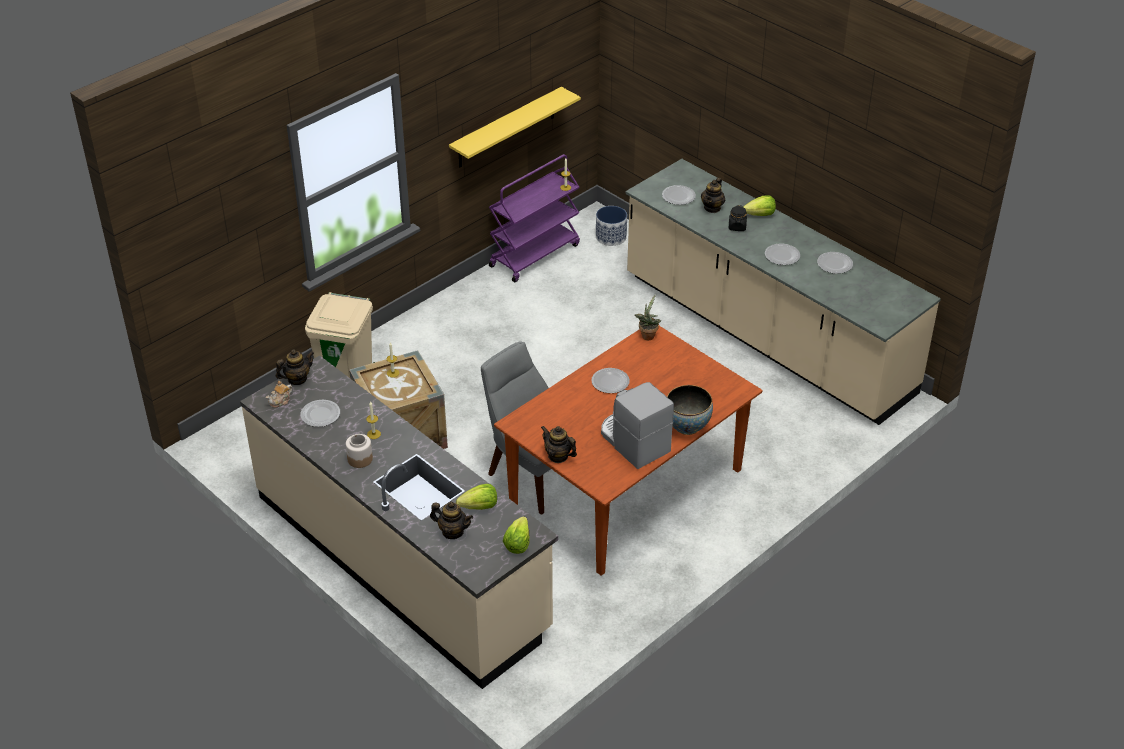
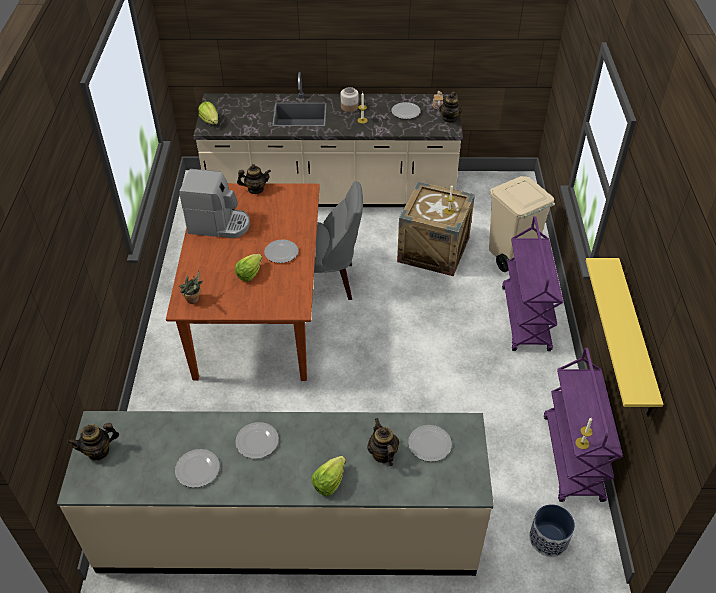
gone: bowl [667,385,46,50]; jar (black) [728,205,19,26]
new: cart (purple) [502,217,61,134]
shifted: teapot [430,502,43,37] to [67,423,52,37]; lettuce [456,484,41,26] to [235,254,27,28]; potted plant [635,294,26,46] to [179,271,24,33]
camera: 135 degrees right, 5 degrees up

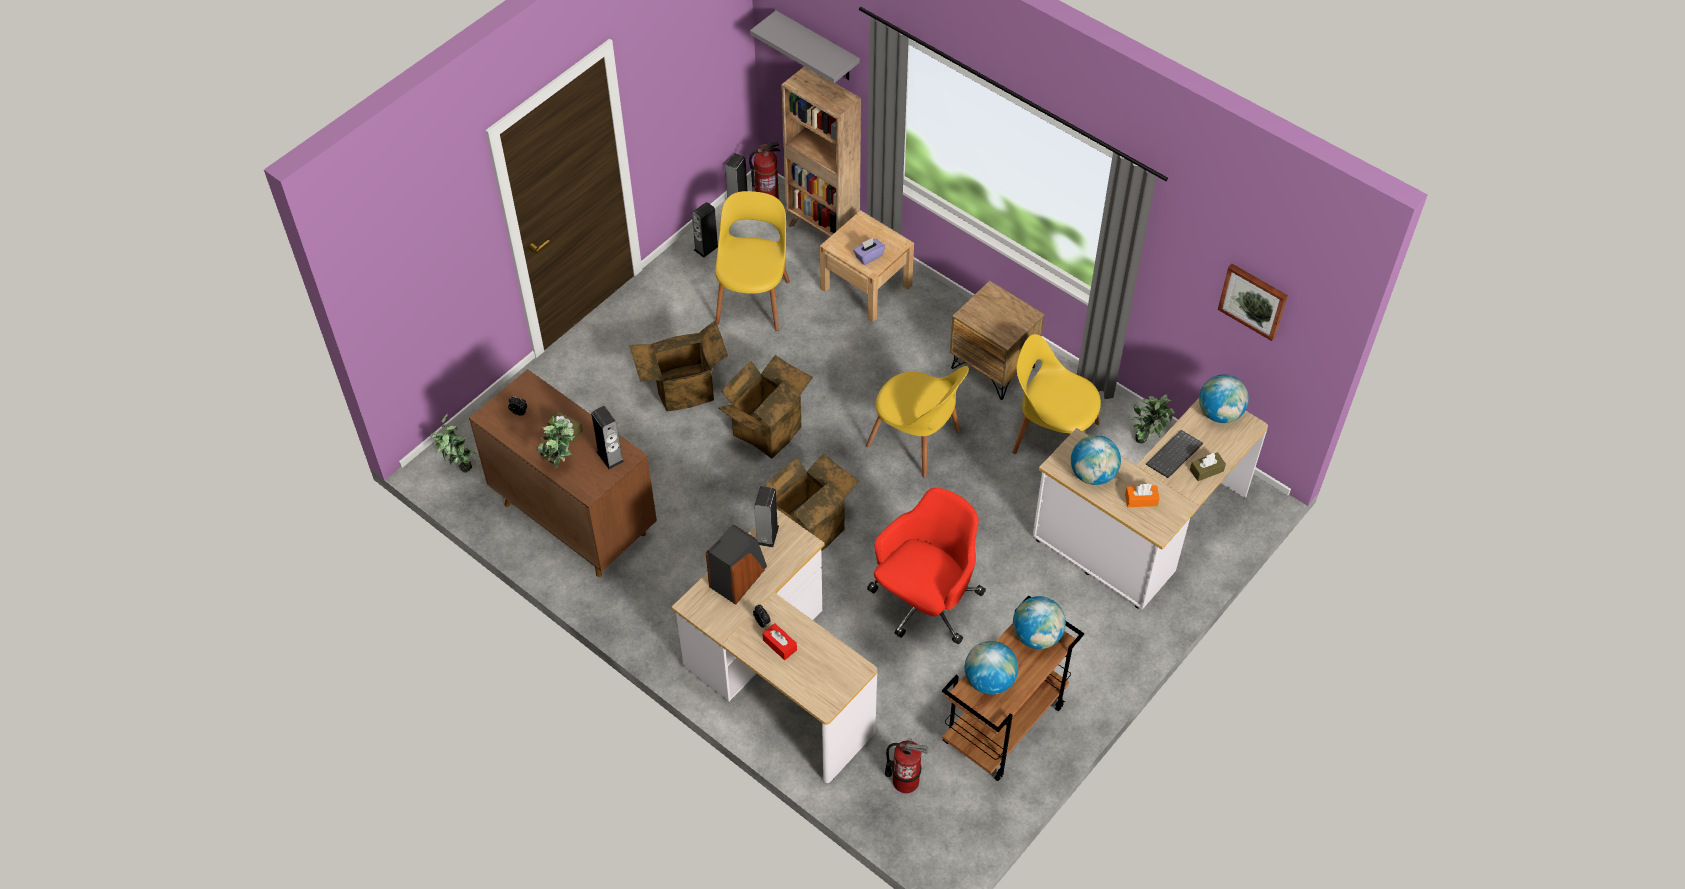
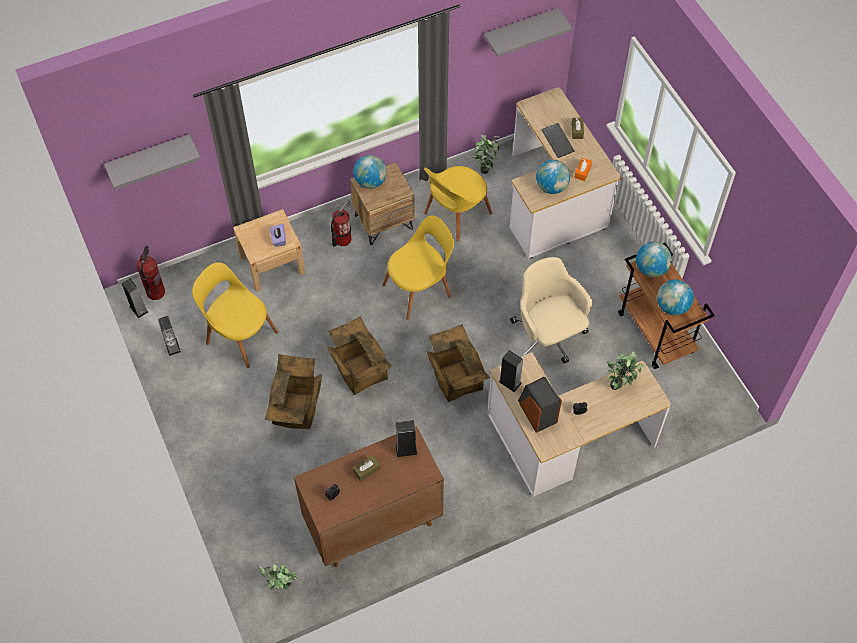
gone: tissue box (red) [762,623,35,37]; bookcase (brown) [781,66,80,171]
shifted: potted plant [536,417,39,51] to [607,351,37,39]; fire extinguisher [885,739,43,54] to [331,200,20,47]; globe [1199,374,50,49] to [353,155,34,34]
swapped: picture [1218,264,70,77] to shelf (grey) [484,8,88,49]
repainted: office chair (red) [867,488,119,156] to office chair (beige) [510,257,82,106]
camera: 65 degrees left, 5 degrees up

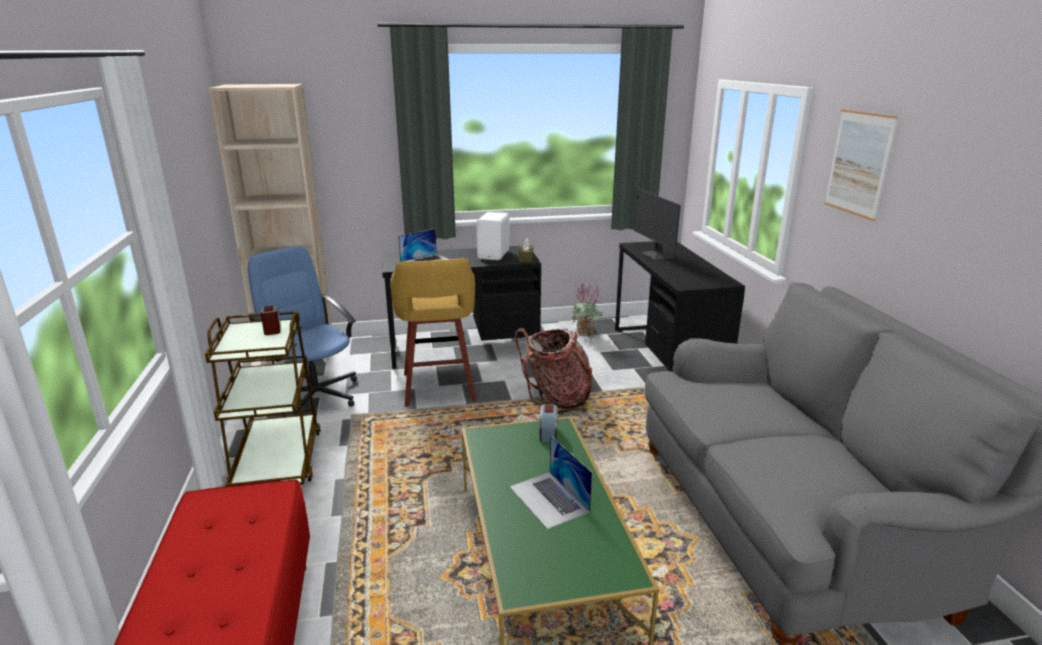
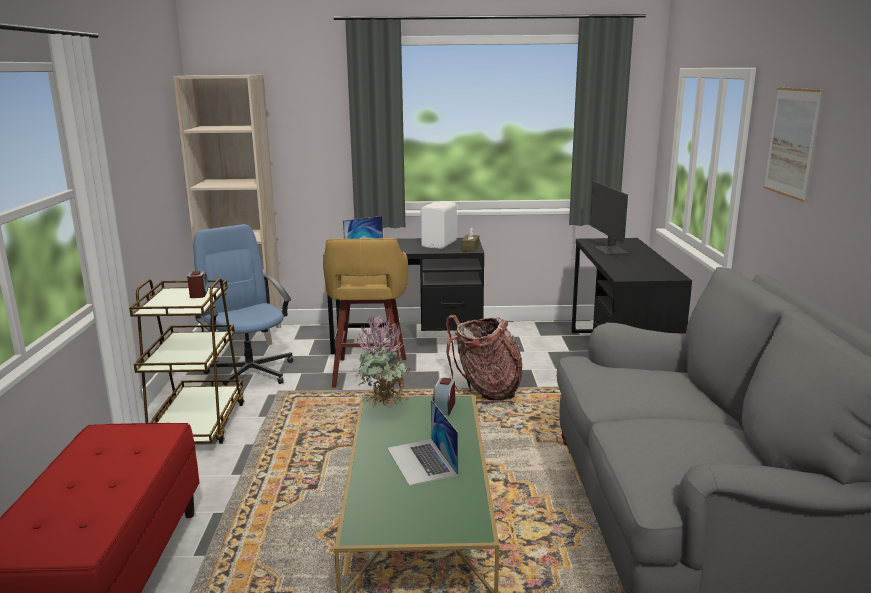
shifted: potted plant [571,282,32,54] to [355,316,57,91]
camera: 10 degrees right, 5 degrees down

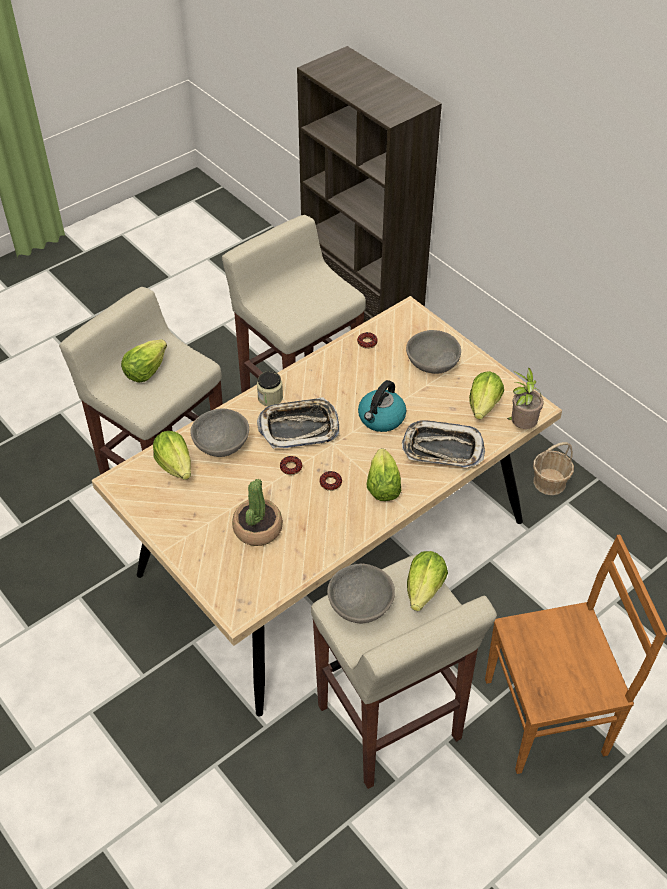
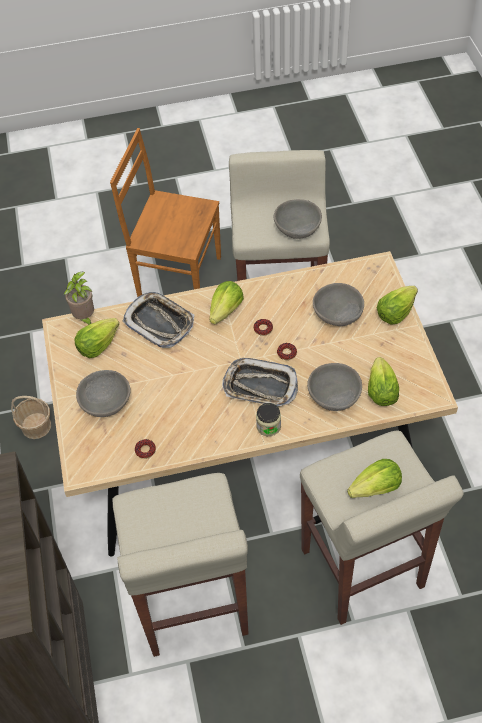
gone: kettle [358,380,48,52]
shifted: lettuce [407,551,41,60] to [377,286,41,39]
swapped: potted plant [232,479,51,67] to bowl (grey) [313,283,51,43]
camera: 150 degrees left, 5 degrees up

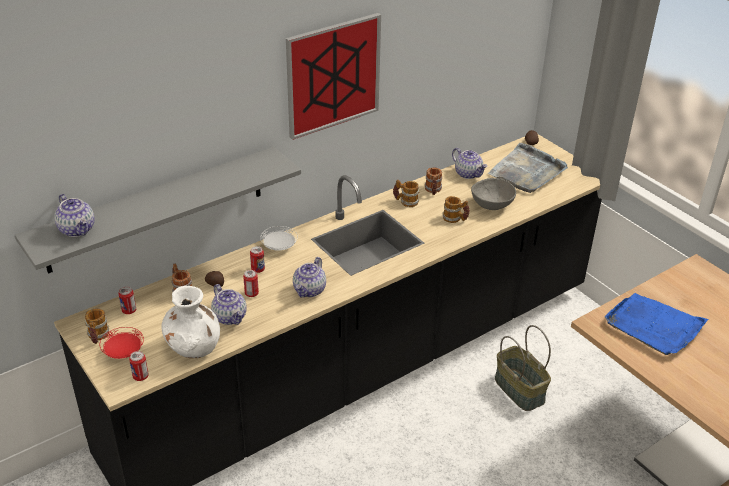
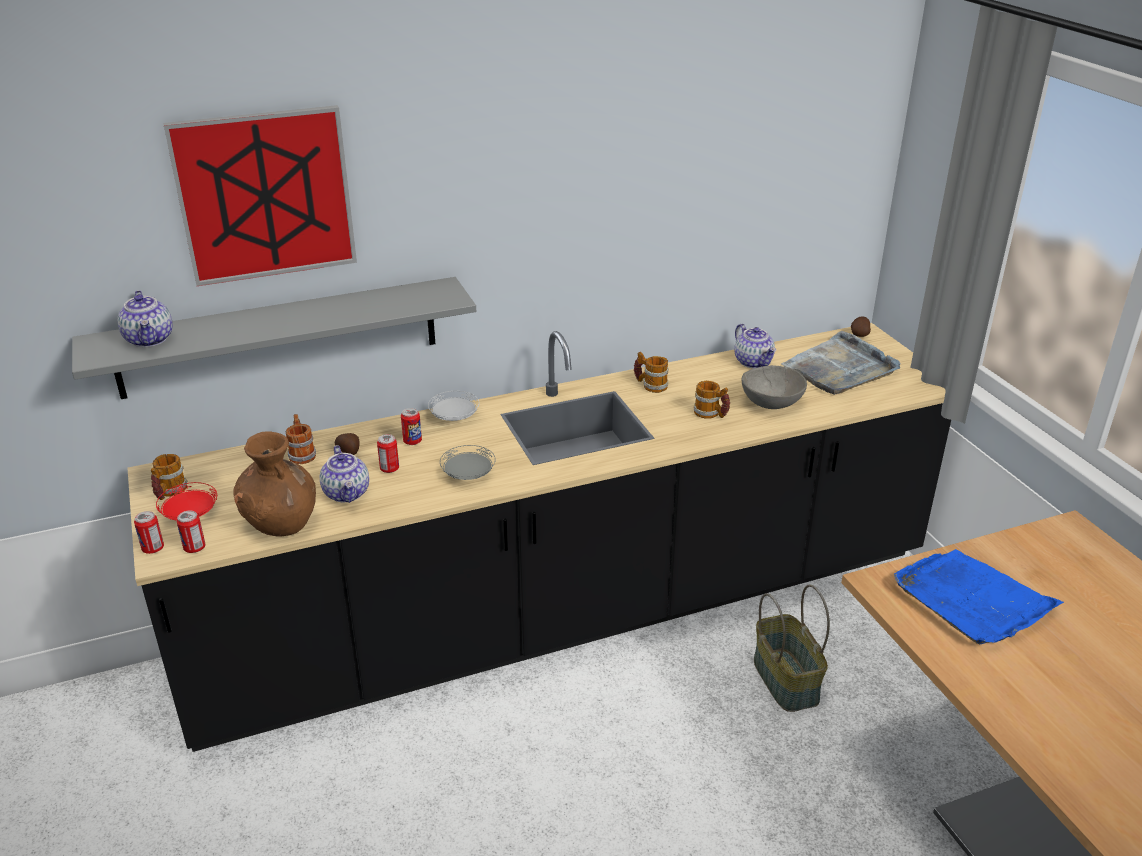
gone: mug [425,167,17,28]
shifted: can [118,286,18,28] to [134,511,30,43]; picture [286,13,95,127] to [163,105,194,181]
swapped: teapot [293,257,33,40] to plate (grey) [440,445,56,35]
repainted: vase (white) [161,286,59,72] to vase (brown) [233,431,83,106]
camera: 15 degrees right, 5 degrees down

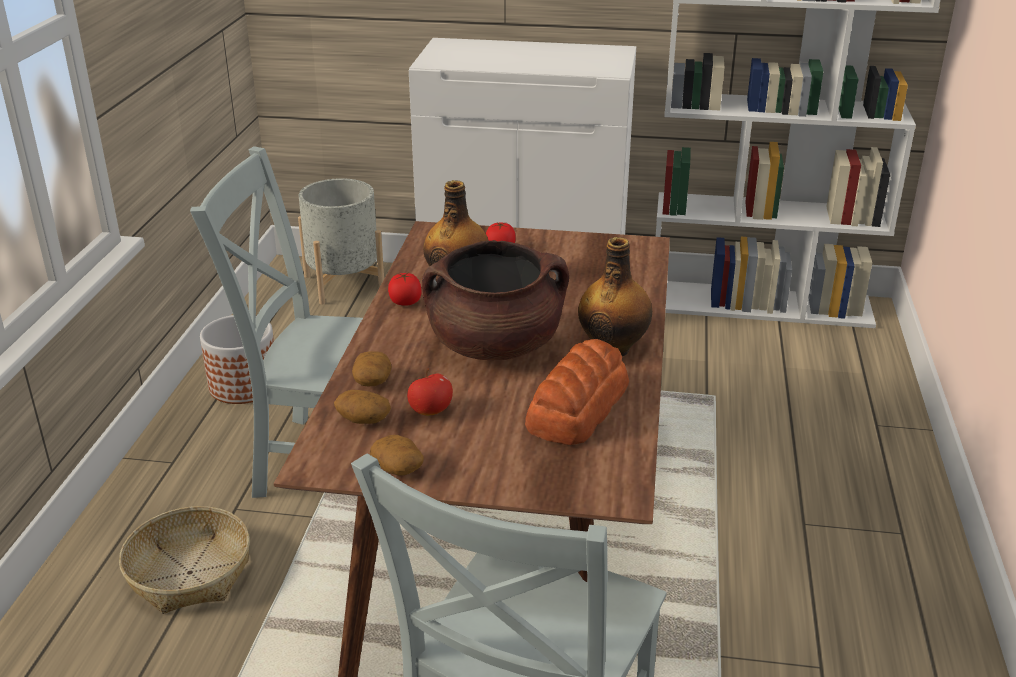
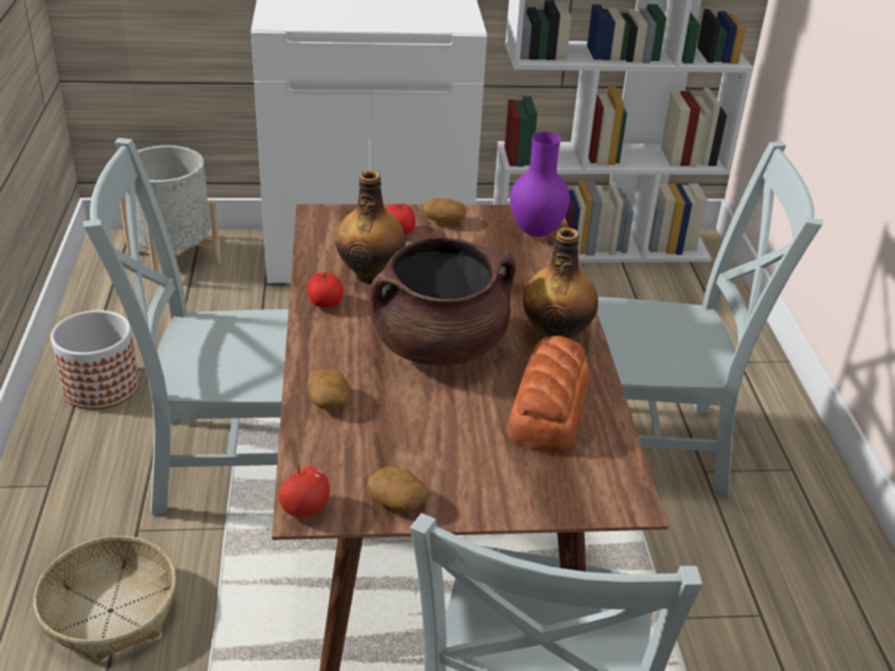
new: vase (purple) [510,132,60,105]; chair (grey) [597,141,226,358]
shifted: potato [334,390,57,34] to [423,198,44,26]; apple [407,369,46,47] to [279,464,51,54]
camera: 15 degrees left, 5 degrees up

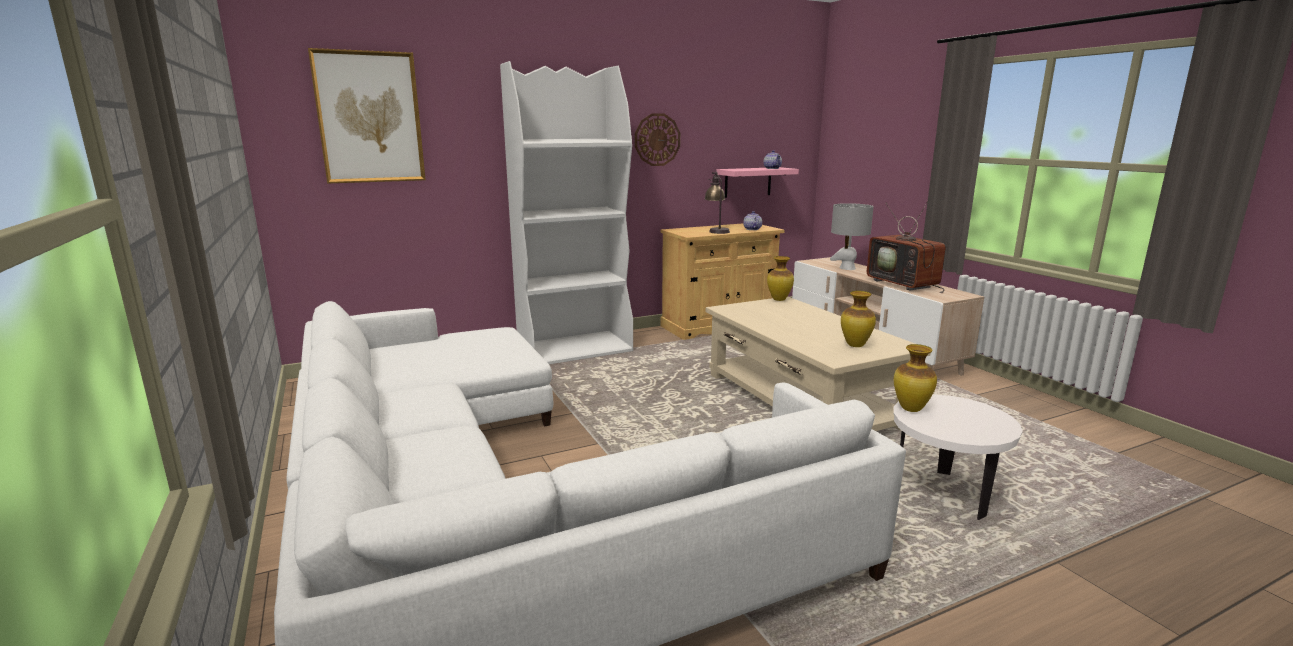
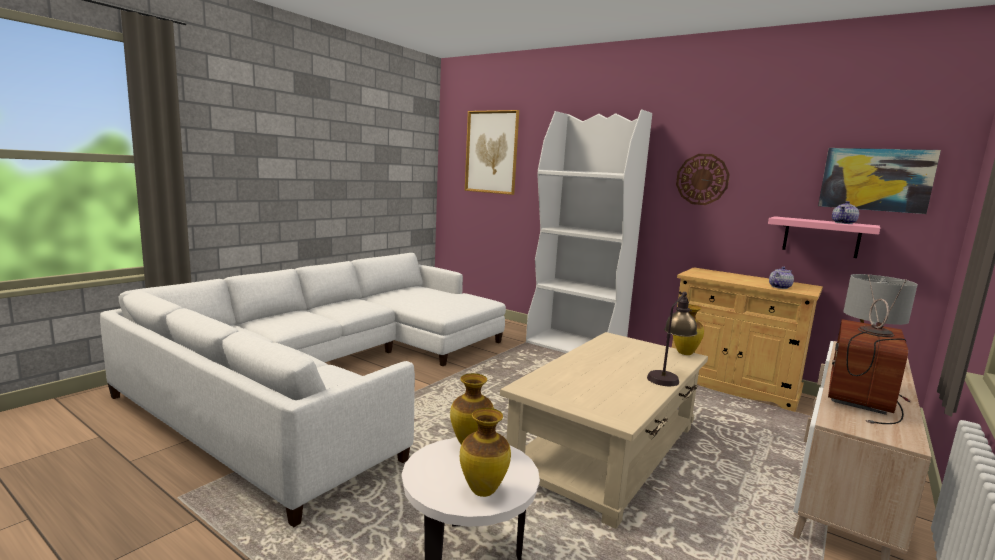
new: picture [818,148,123,66]
shifted: table lamp [705,172,25,62] to [647,291,50,95]; vase [841,291,35,56] to [460,408,51,89]
camera: 60 degrees right, 5 degrees down

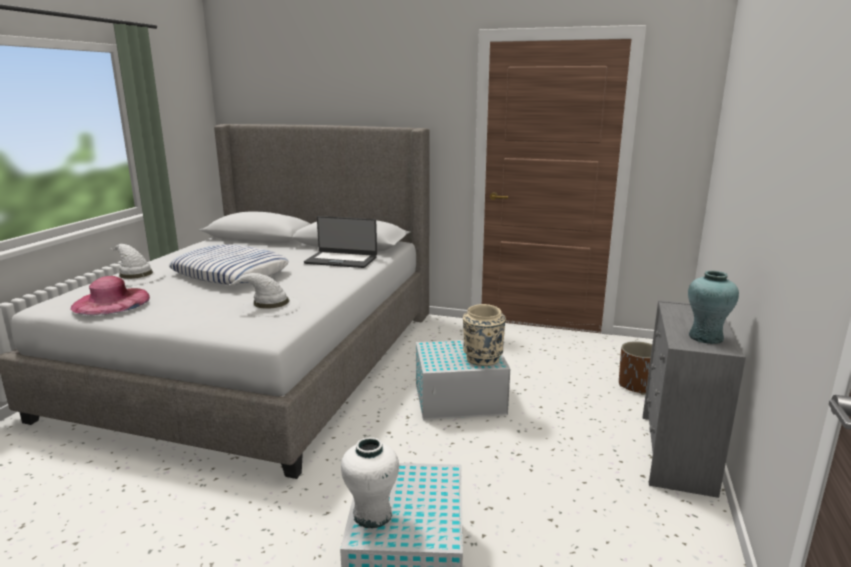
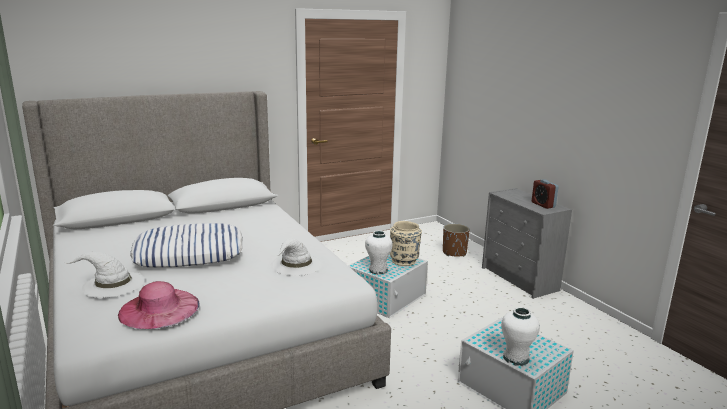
gone: laptop [304,216,73,52]
new: vase (white) [365,231,28,44]
swapped: vase (turquoise) [688,271,51,73] to alarm clock [532,180,26,29]
camera: 45 degrees left, 0 degrees up

